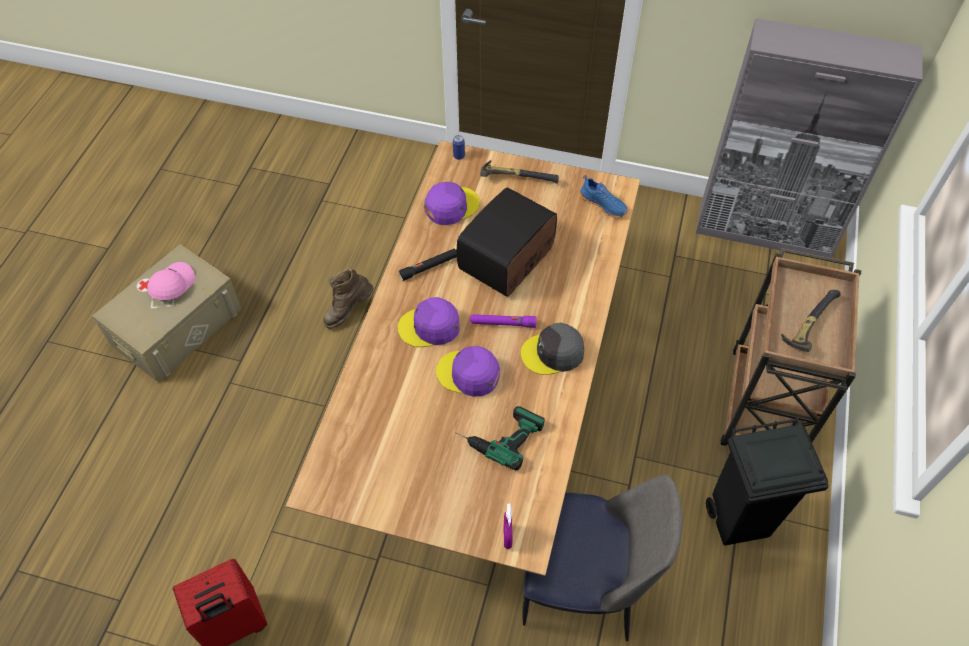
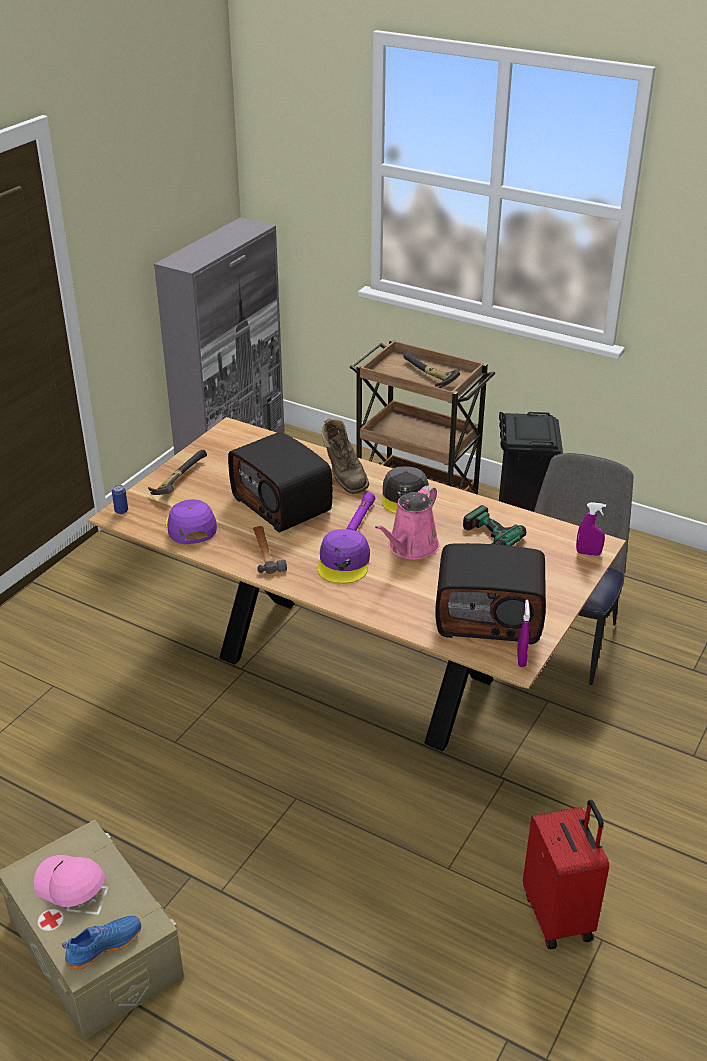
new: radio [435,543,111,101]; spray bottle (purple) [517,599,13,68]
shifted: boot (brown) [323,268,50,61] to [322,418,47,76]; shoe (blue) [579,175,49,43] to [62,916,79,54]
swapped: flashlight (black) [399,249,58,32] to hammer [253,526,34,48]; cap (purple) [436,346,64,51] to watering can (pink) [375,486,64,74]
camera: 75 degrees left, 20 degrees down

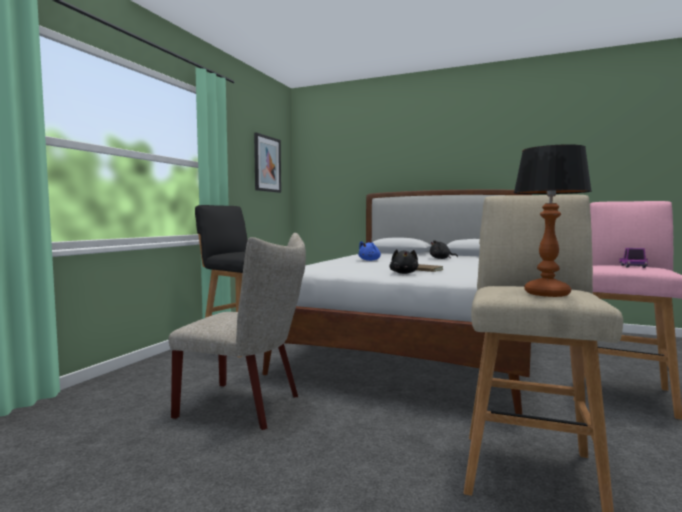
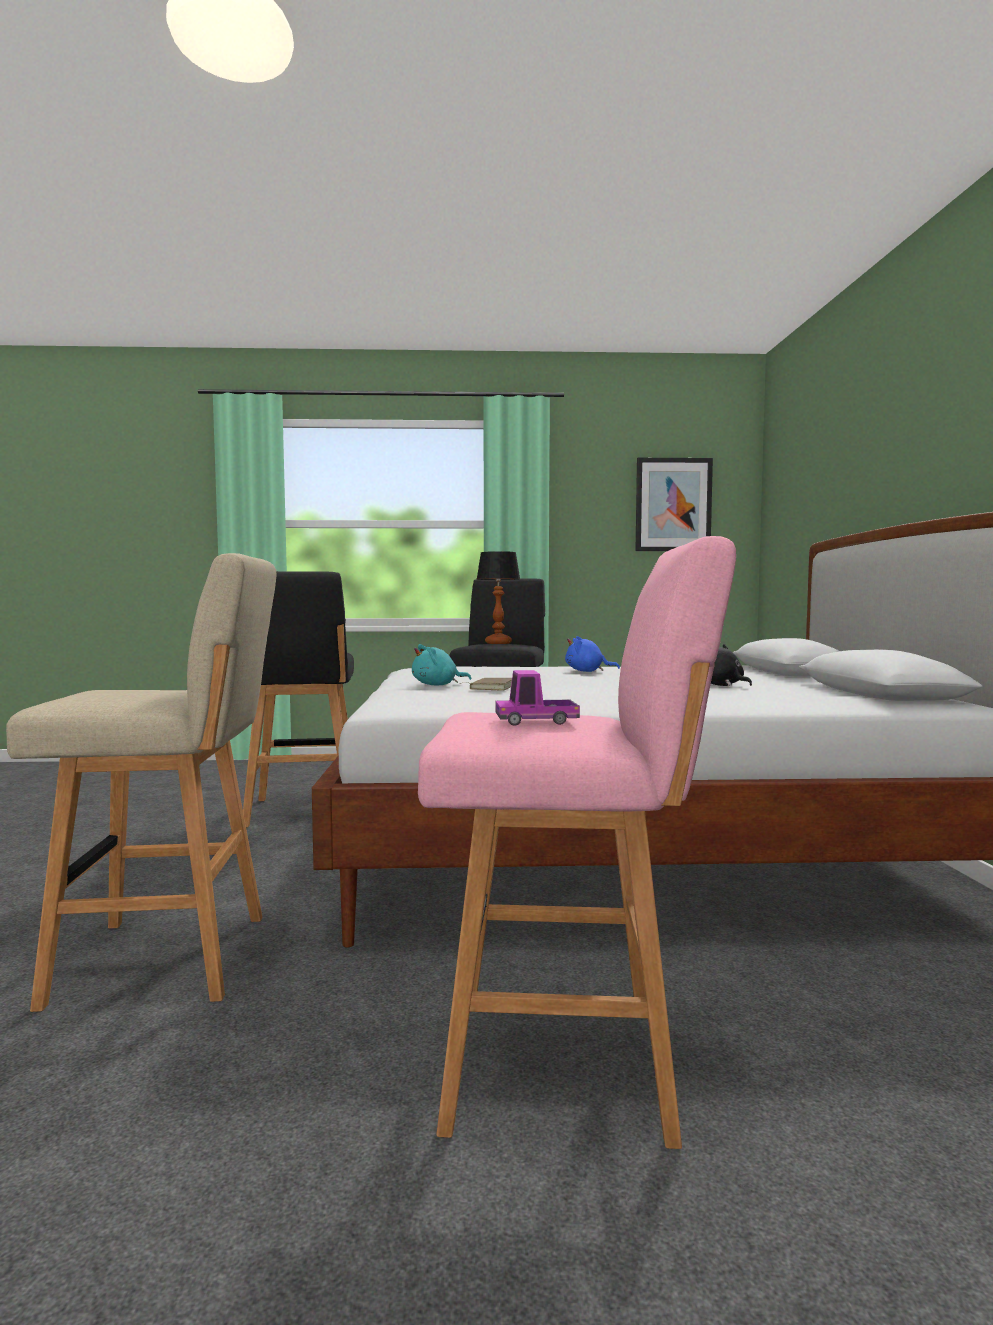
shifted: table lamp [514,144,78,153] to [477,551,43,93]
swapped: chair (beige) [169,233,137,197] to stool (black) [243,571,111,256]
repainted: plush toy (black) [389,249,29,25] to plush toy (turquoise) [412,644,59,41]
camera: 65 degrees right, 0 degrees up

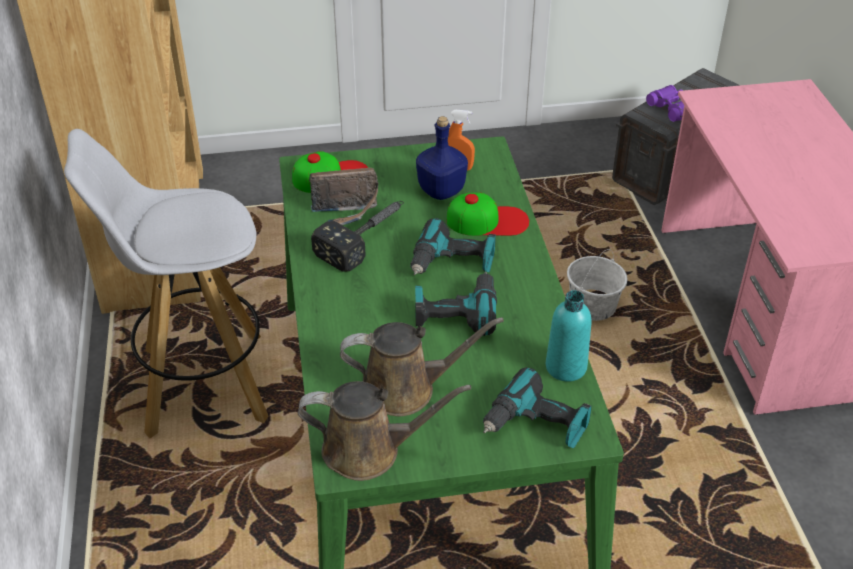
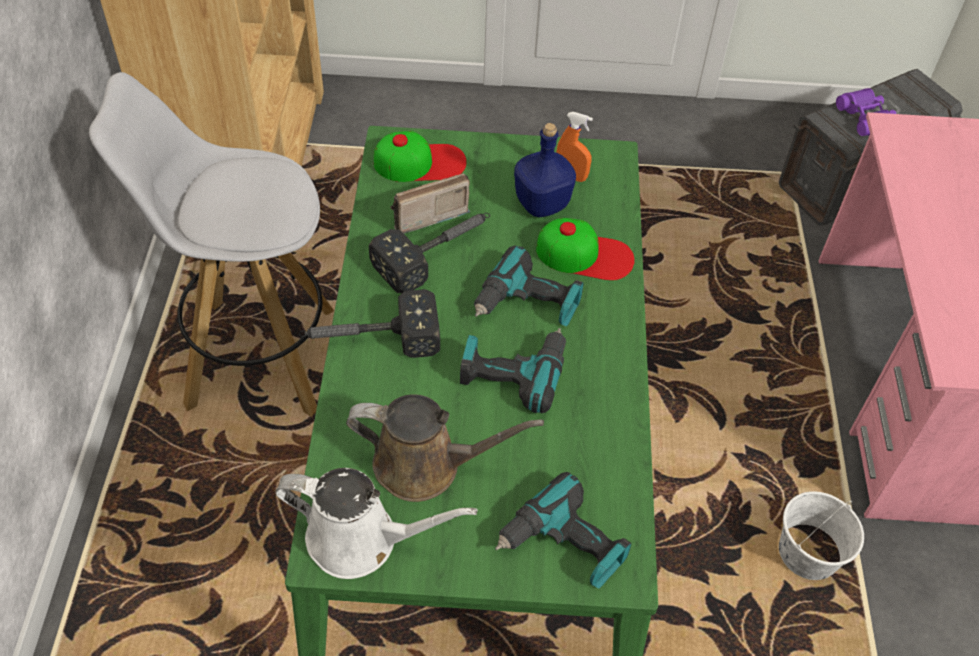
gone: bottle (turquoise) [546,290,45,92]
new: hammer [299,289,141,69]
shifted: bucket (white) [567,249,60,72] to [779,491,85,89]
repainted: watering can (brown) [298,381,173,100] to watering can (white) [275,468,203,111]
rotated: radio [309,168,70,57] = [390,173,80,61] 150 degrees clockwise
camera: 10 degrees right, 10 degrees up

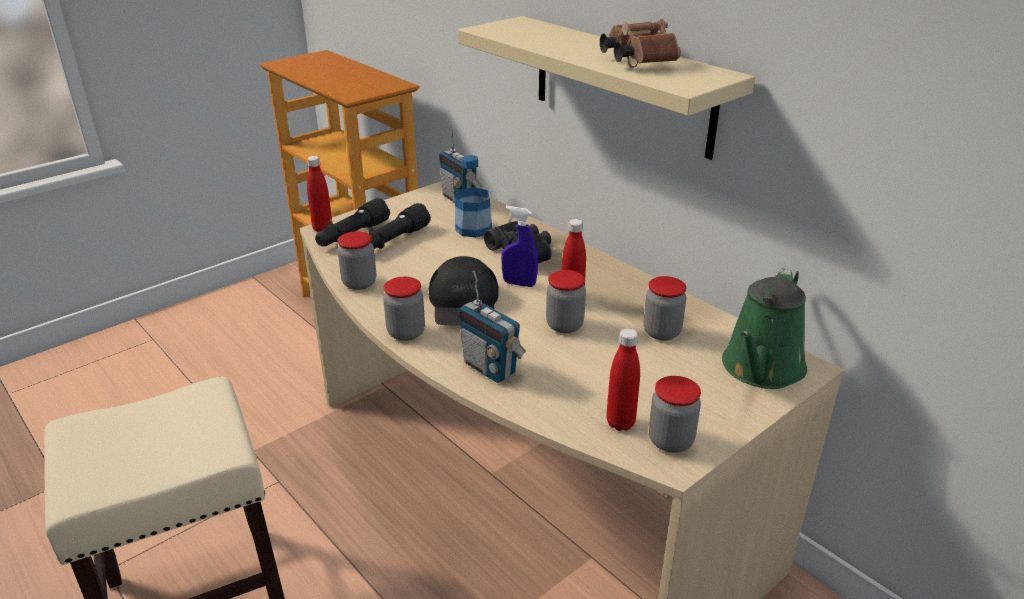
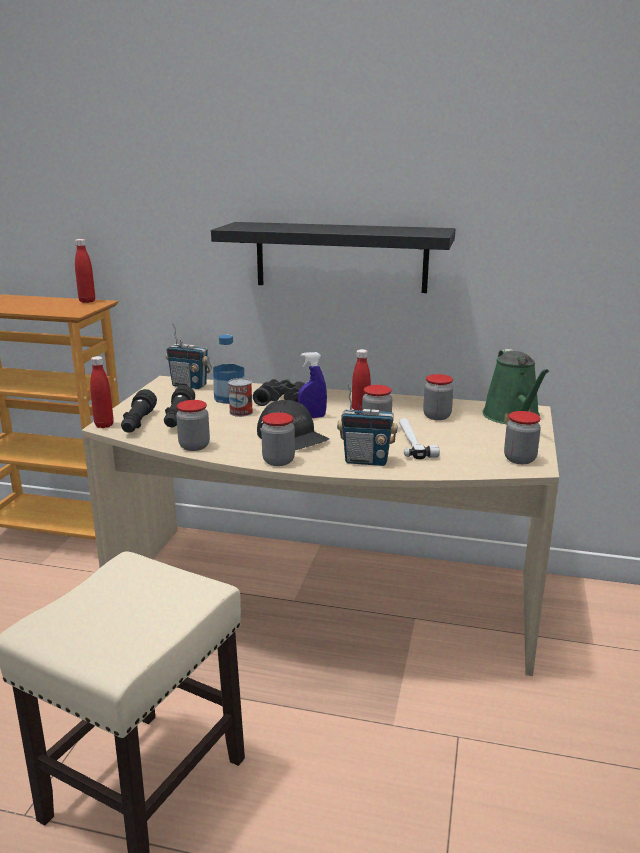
gone: binoculars (brown) [600,19,81,49]
new: can [228,378,25,39]; hammer [399,418,41,41]
shifted: bottle (red) [606,328,34,103] to [75,239,20,64]
repainted: shelf (beige) [458,16,297,144] to shelf (black) [211,222,244,71]
camera: 35 degrees left, 10 degrees down

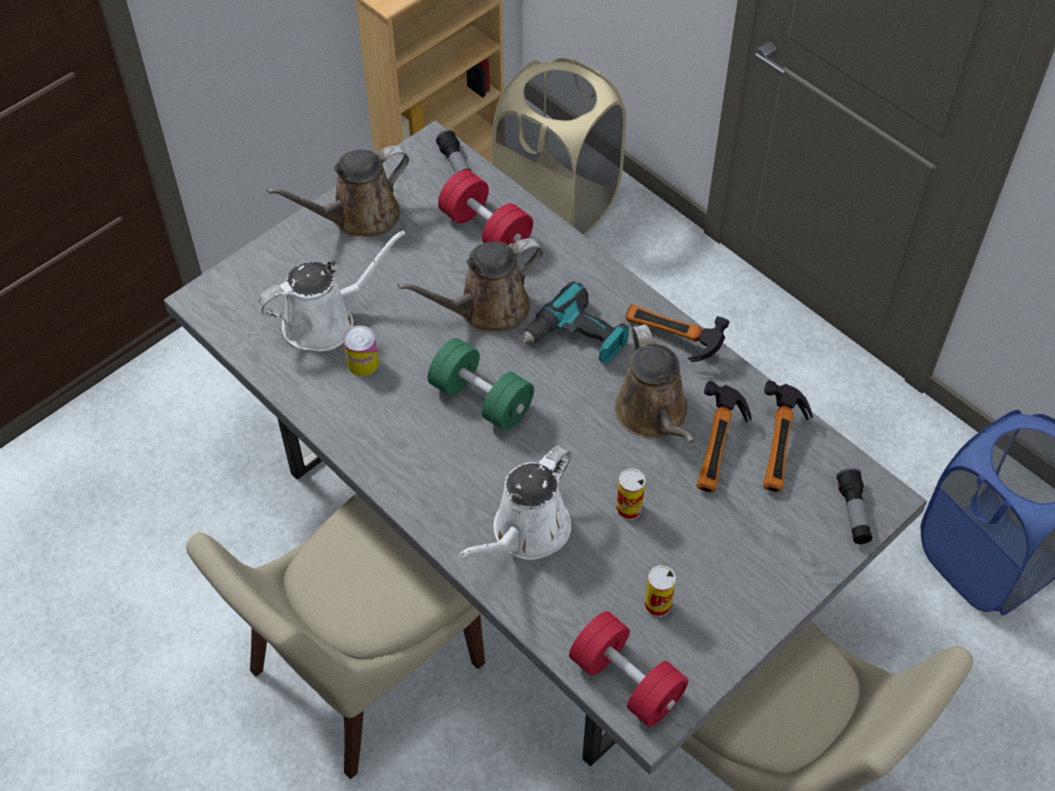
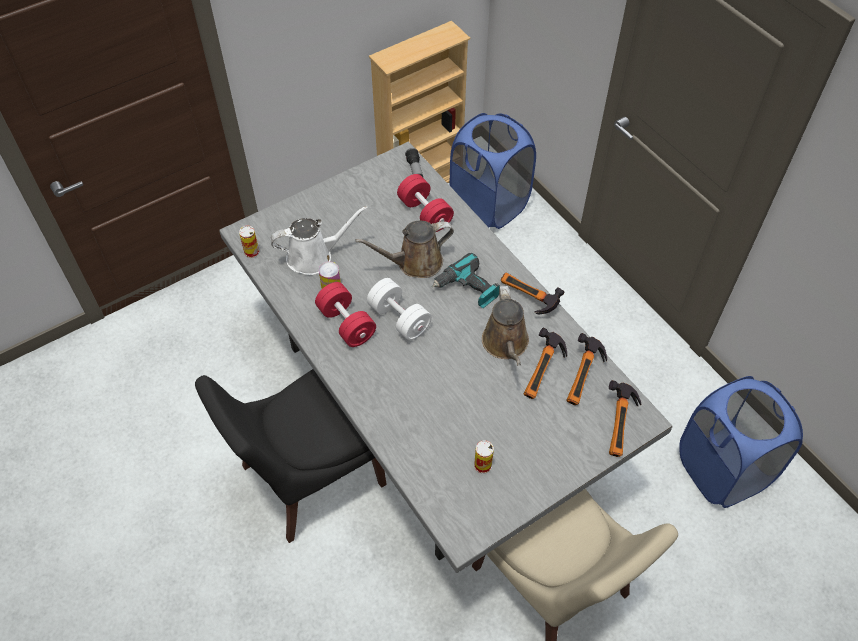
gone: watering can (brown) [267,146,142,91]; watering can (white) [458,445,113,115]
shifted: dumbbell (red) [569,611,120,116] to [315,282,61,65]; can [616,468,29,52] to [239,226,20,32]
swapped: flashlight [836,468,36,76] to hammer [609,380,32,77]
repainted: chair (beige) [186,494,299,285] to chair (black) [195,369,192,174]; dumbbell (green) [428,338,106,93] to dumbbell (white) [367,278,65,63]; laundry basket (beige) [492,58,134,178] to laundry basket (blue) [450,113,86,116]
camera: 10 degrees right, 0 degrees up

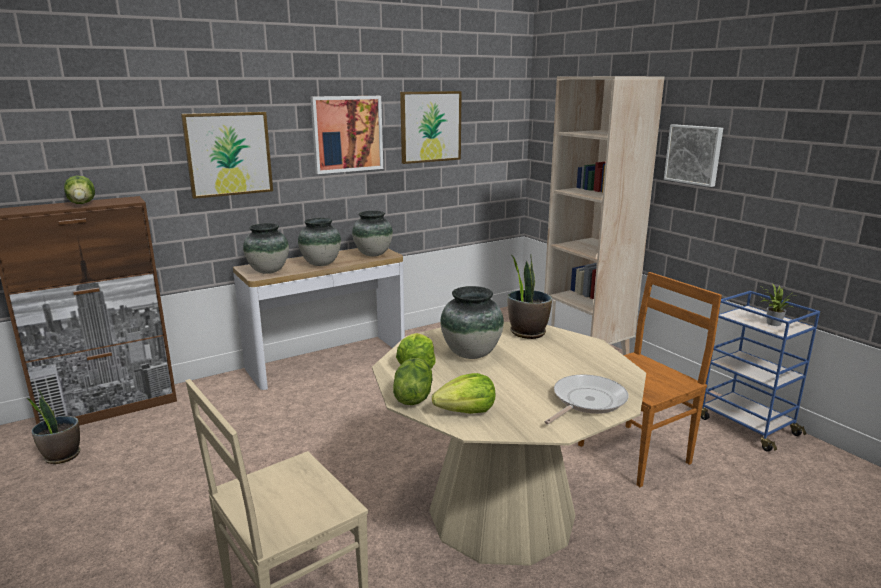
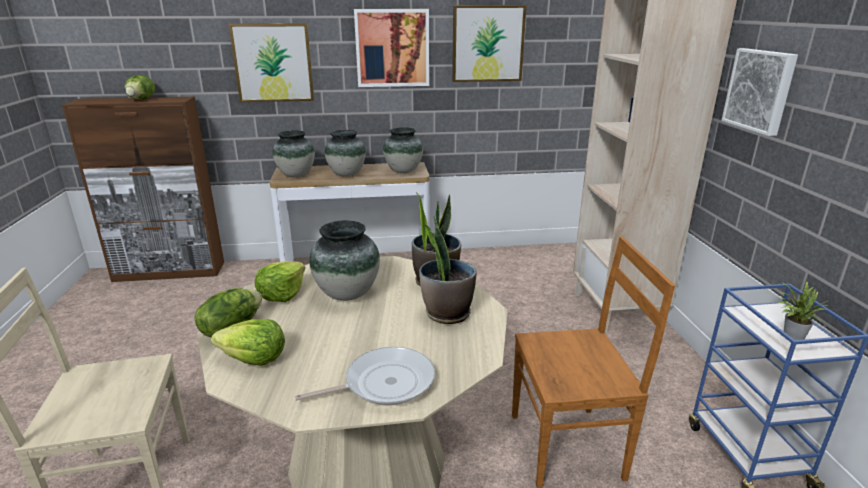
shifted: potted plant [26,389,54,75] to [419,216,57,108]
camera: 25 degrees right, 5 degrees up

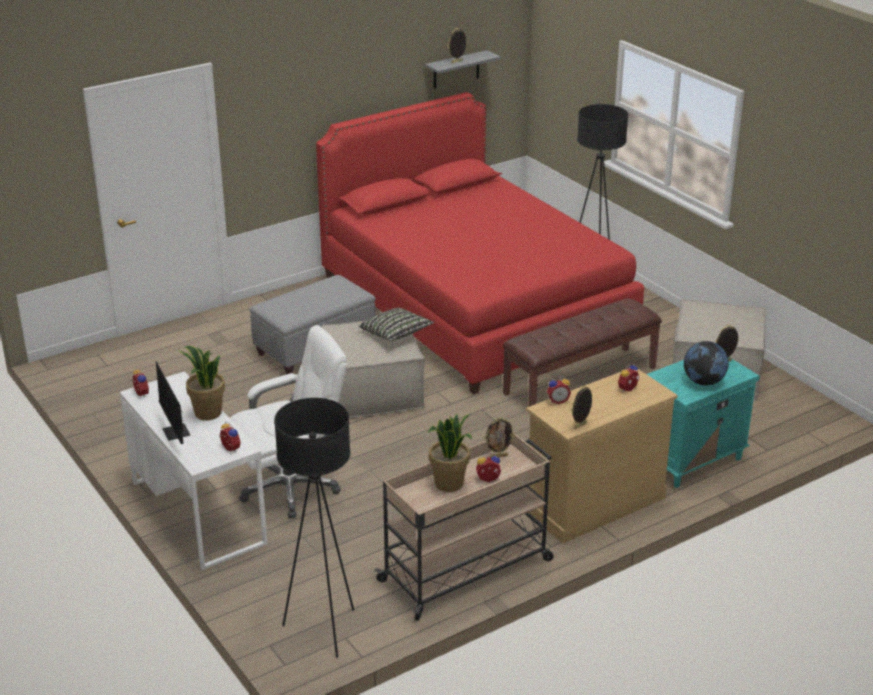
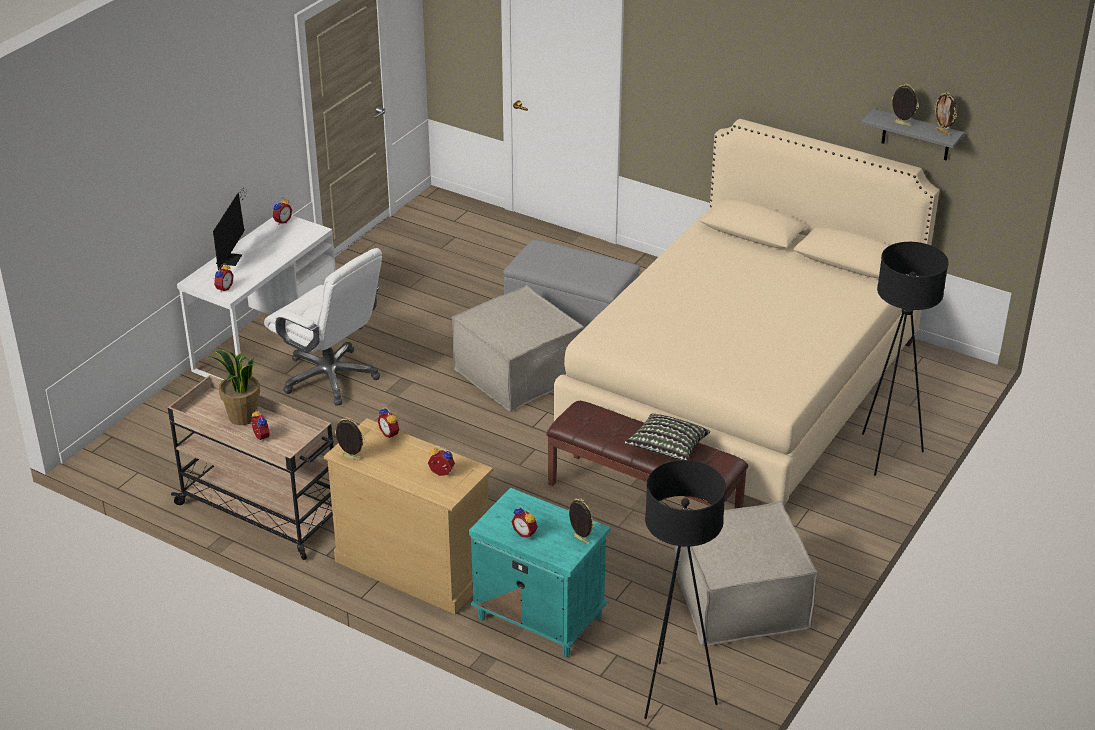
gone: potted plant [178,346,47,74]
shifted: floor lamp (black) [274,398,80,260] to [644,460,82,259]; pillow [359,308,75,33] to [625,414,85,46]; picture frame [484,418,31,40] to [934,92,23,44]
swapped: globe [684,341,45,45] to alarm clock [511,506,27,32]
repainted: bed (red) [316,92,328,302] to bed (beige) [554,119,385,386]
rotated: monitor [156,361,34,83] = [213,187,35,83] 150 degrees clockwise
camera: 65 degrees right, 5 degrees up

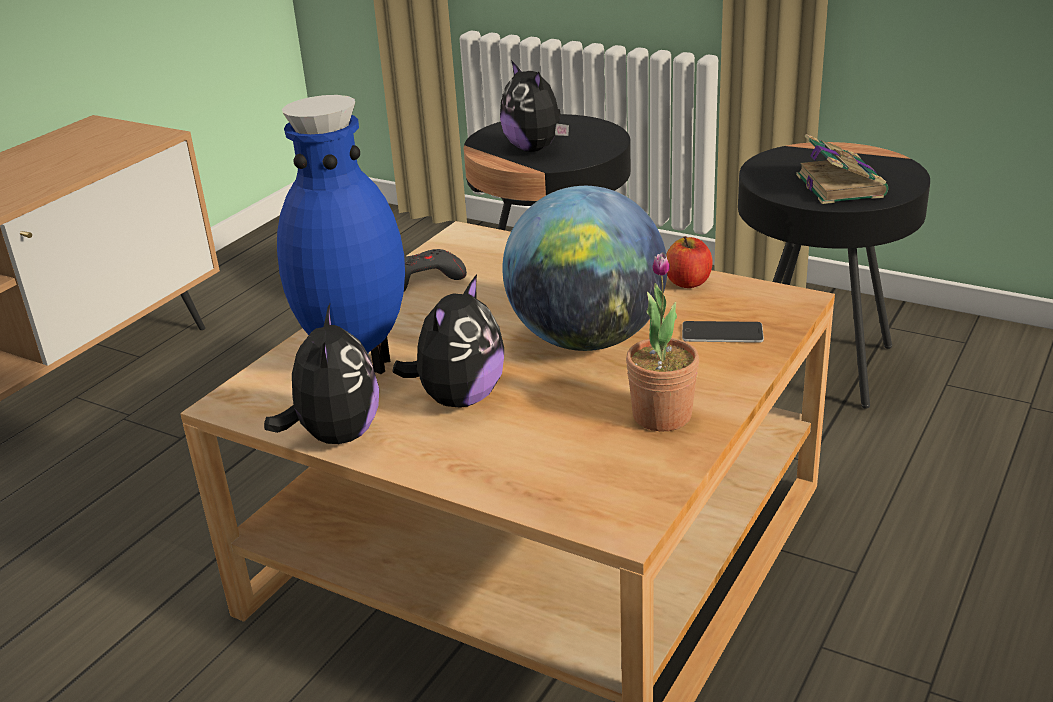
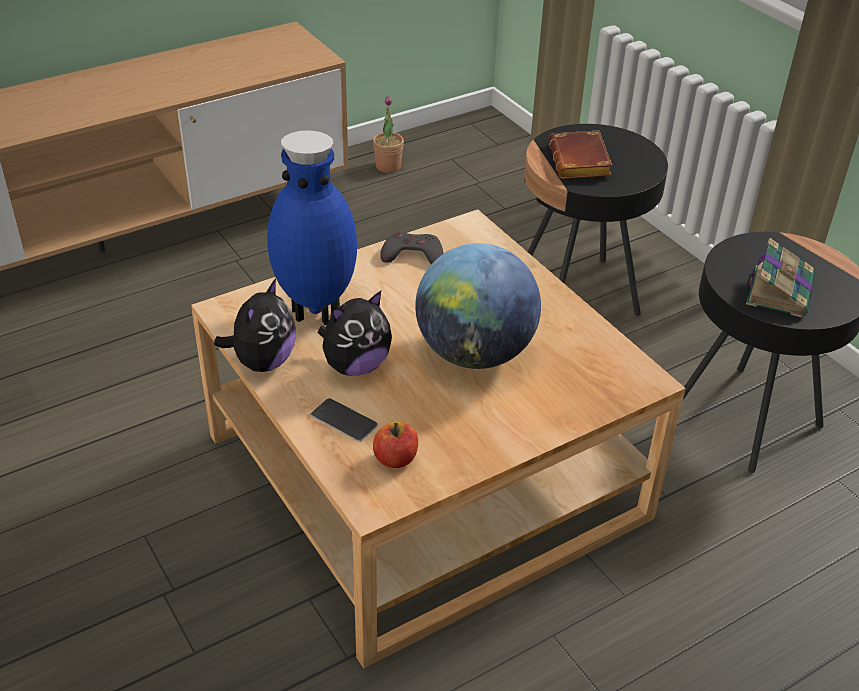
shifted: potted plant [626,252,73,180] to [373,96,31,77]; apple [666,236,47,52] to [373,421,45,47]; phone [682,321,82,22] to [310,398,68,44]
swapped: plush toy [500,60,69,92] to book (brown) [548,130,64,49]
camera: 25 degrees right, 10 degrees up

